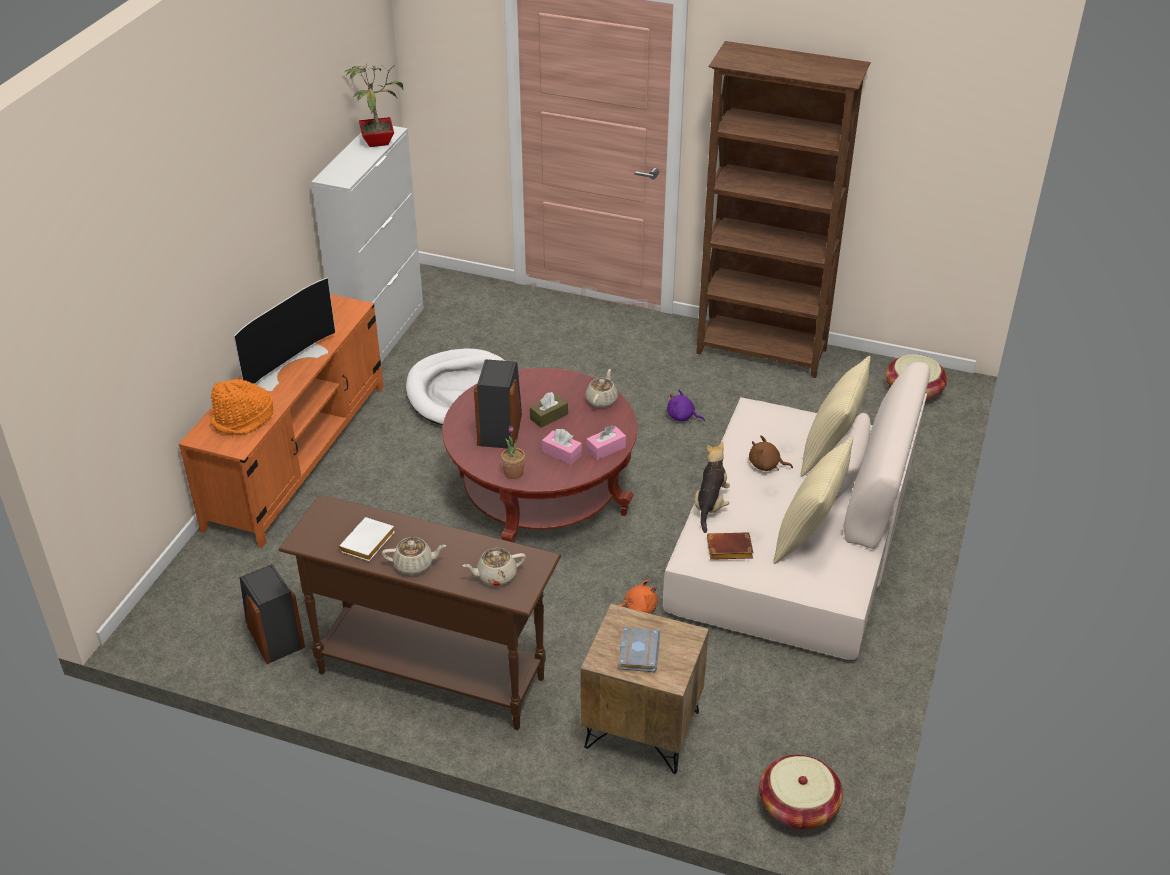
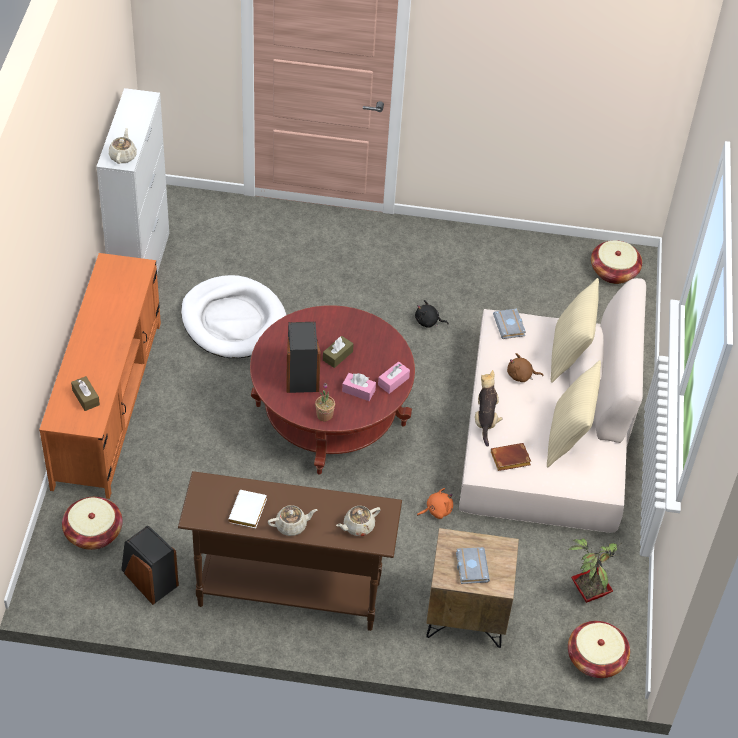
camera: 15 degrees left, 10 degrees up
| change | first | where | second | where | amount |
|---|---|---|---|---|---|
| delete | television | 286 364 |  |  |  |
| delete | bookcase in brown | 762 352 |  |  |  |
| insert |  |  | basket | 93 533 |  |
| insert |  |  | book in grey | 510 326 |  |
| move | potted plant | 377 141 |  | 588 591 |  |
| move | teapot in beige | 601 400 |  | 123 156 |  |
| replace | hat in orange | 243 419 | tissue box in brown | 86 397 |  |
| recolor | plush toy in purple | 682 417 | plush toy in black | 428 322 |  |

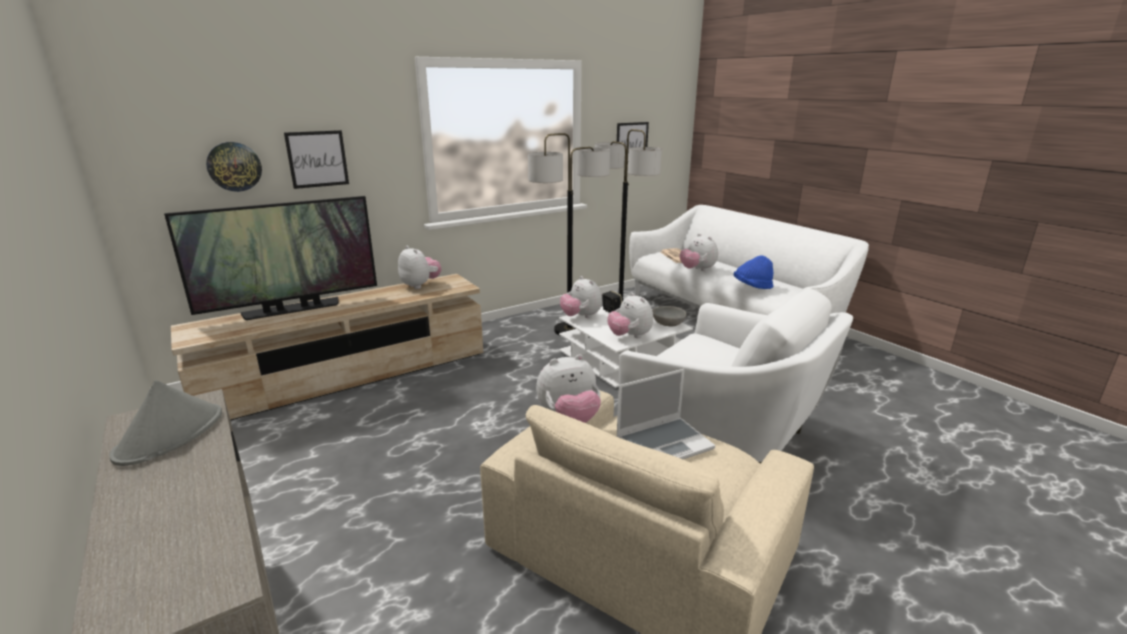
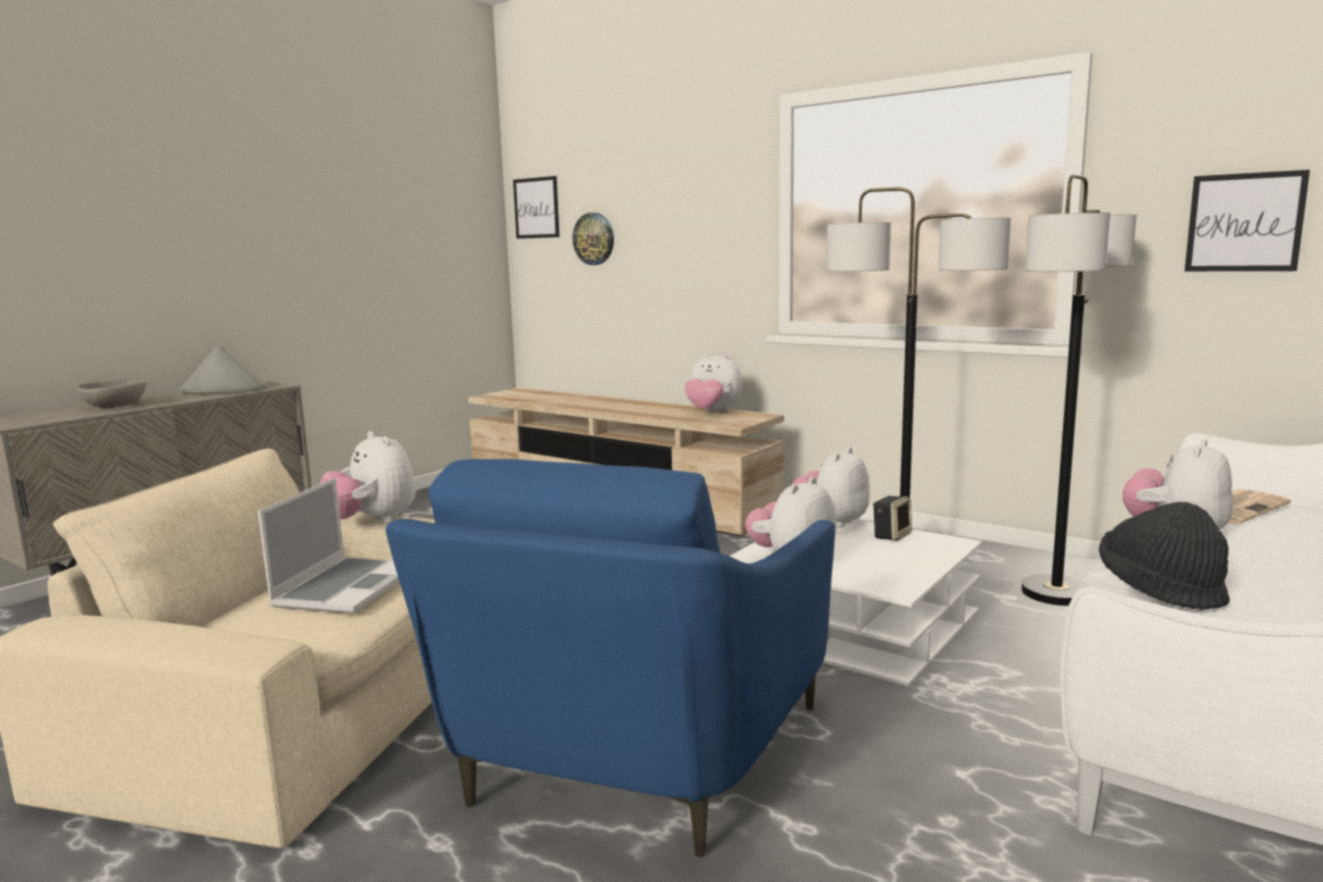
camera: 70 degrees right, 10 degrees down
| change | first | where | second | where | amount |
|---|---|---|---|---|---|
| delete | television | 292 309 |  |  |  |
| move | picture | 317 159 |  | 536 208 |  |
| move | bowl in grey | 668 324 |  | 114 407 |  |
| recolor | armchair in white | 724 435 | armchair in blue | 628 756 |  |
| recolor | hat in blue | 752 287 | hat in black | 1159 590 |  |
| rotate | plush toy | 420 285 |  | 712 412 | 90 degrees clockwise |
| rotate | laptop | 664 443 |  | 346 587 | 120 degrees counterclockwise |

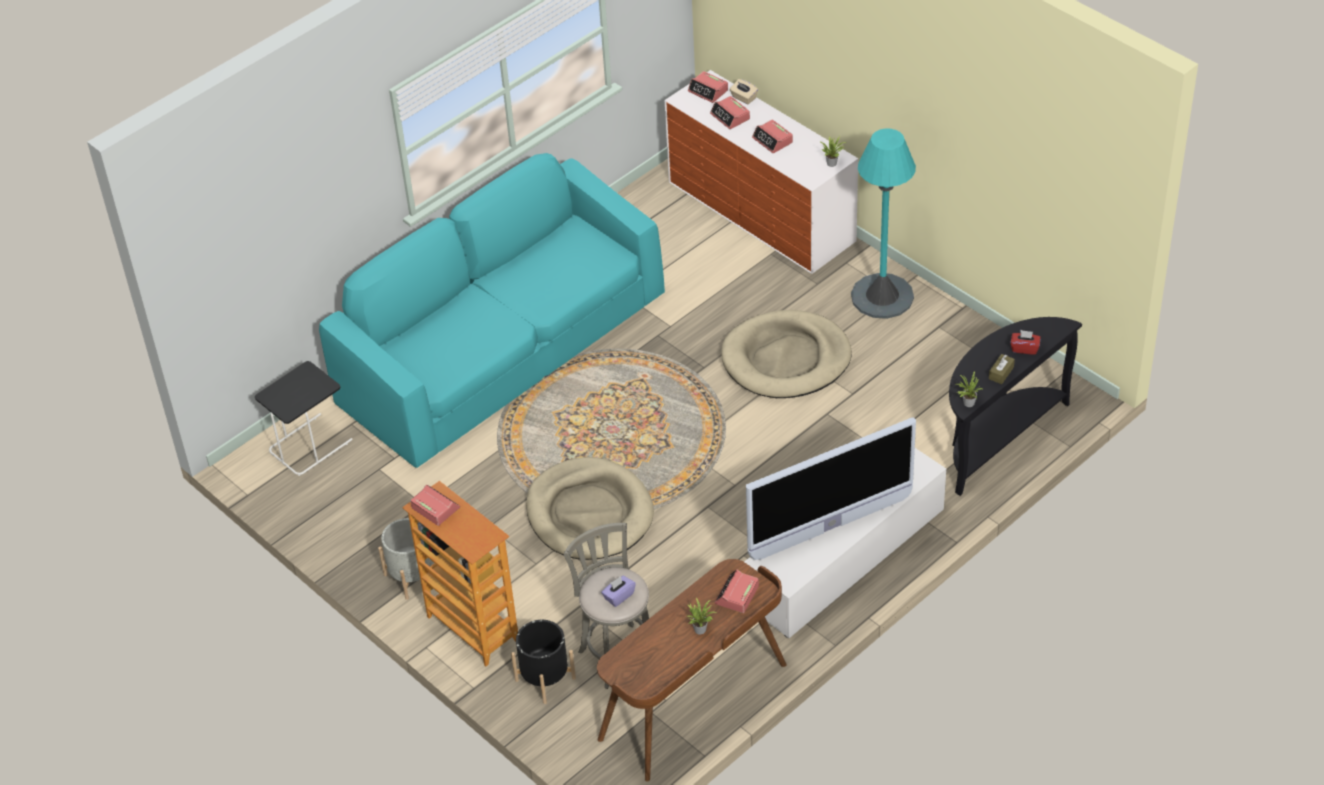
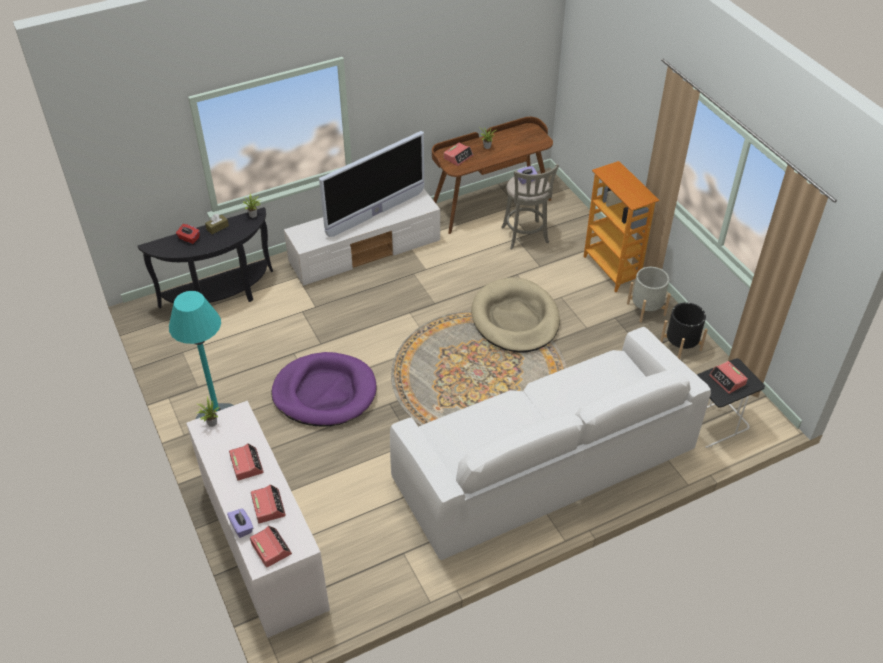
camera: 165 degrees left, 0 degrees up
| change | first | where | second | where | amount |
|---|---|---|---|---|---|
| move | alarm clock | 435 508 |  | 727 380 |  |
| move | planter in black | 545 679 |  | 680 346 |  |
| recolor | sofa in turquoise | 502 350 | sofa in white | 544 464 |  |
| recolor | dog bed in beige | 786 359 | dog bed in purple | 325 393 |  |
| recolor | tissue box in beige | 743 98 | tissue box in purple | 242 527 |  |
| rotate | television | 830 528 |  | 376 214 | 150 degrees clockwise |

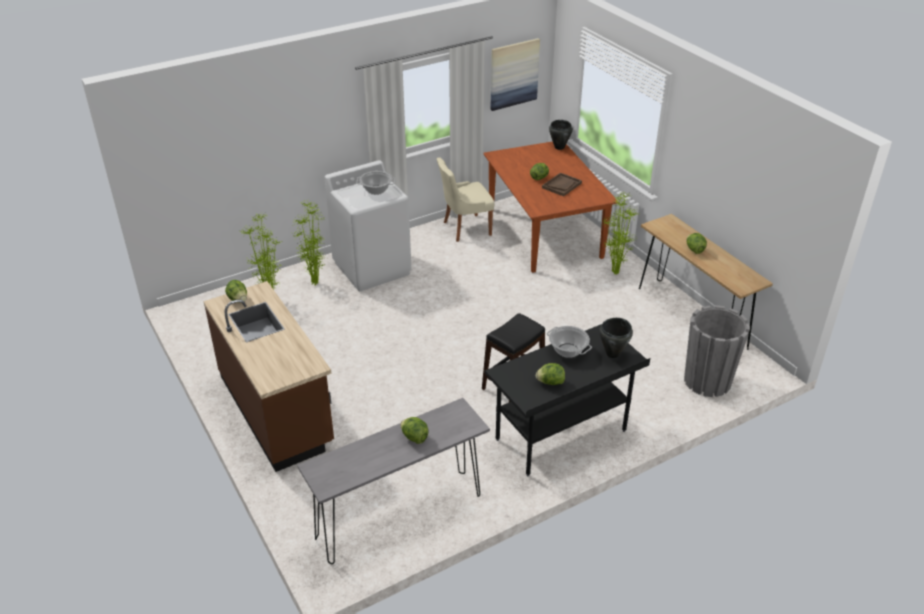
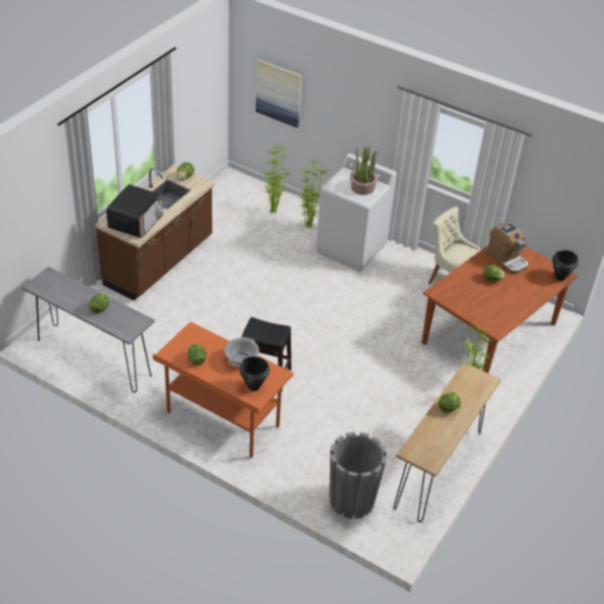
camera: 60 degrees right, 5 degrees up
| change | first | where | second | where | amount |
|---|---|---|---|---|---|
| delete | tray in brown | 561 185 |  |  |  |
| insert |  |  | microwave | 136 222 |  |
| insert |  |  | coffee machine | 506 260 |  |
| move | picture | 513 74 |  | 279 93 |  |
| replace | cooking pot | 376 190 | potted plant | 362 188 |  |
| recolor | desk in black | 561 436 | desk in orange | 222 420 |  |

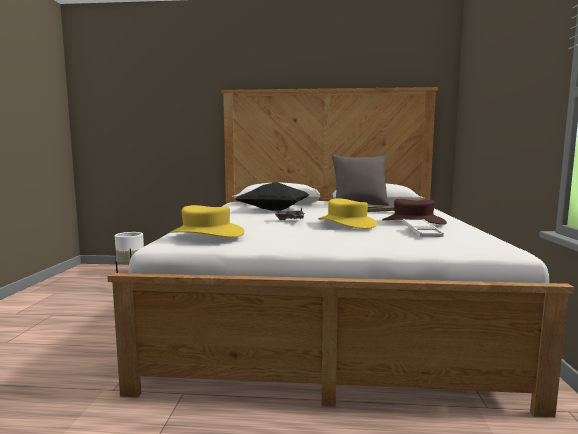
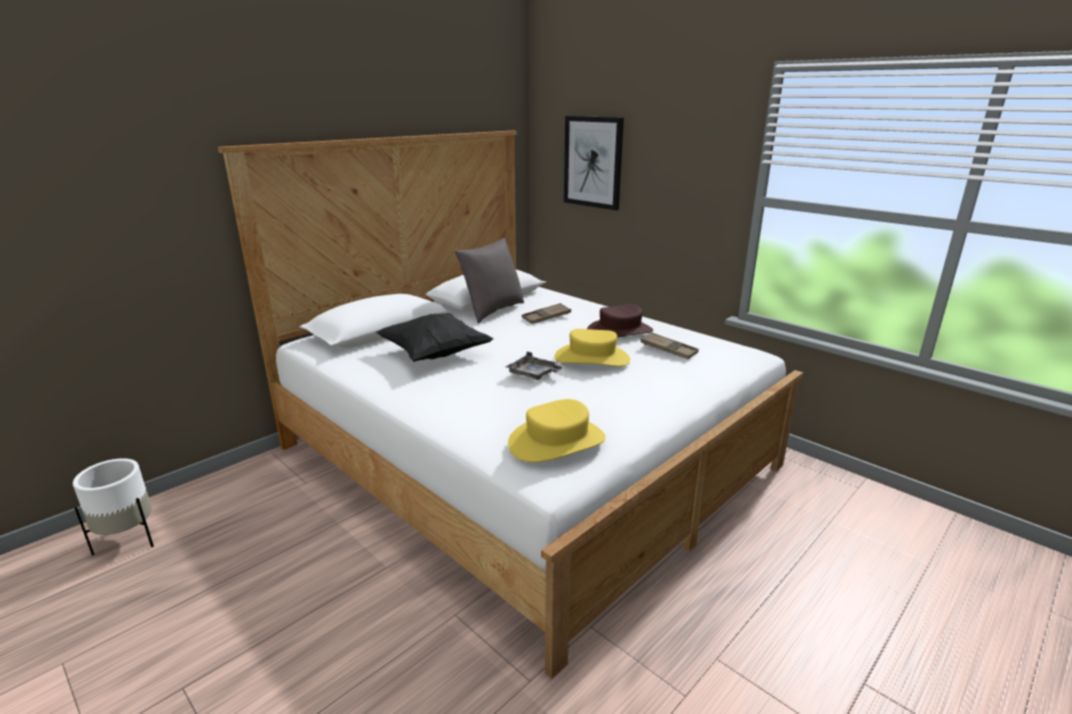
camera: 50 degrees left, 15 degrees up
| change | first | where | second | where | amount |
|---|---|---|---|---|---|
| insert |  |  | picture | 593 162 |  |
| recolor | tray in white | 421 232 | tray in brown | 668 350 |  |

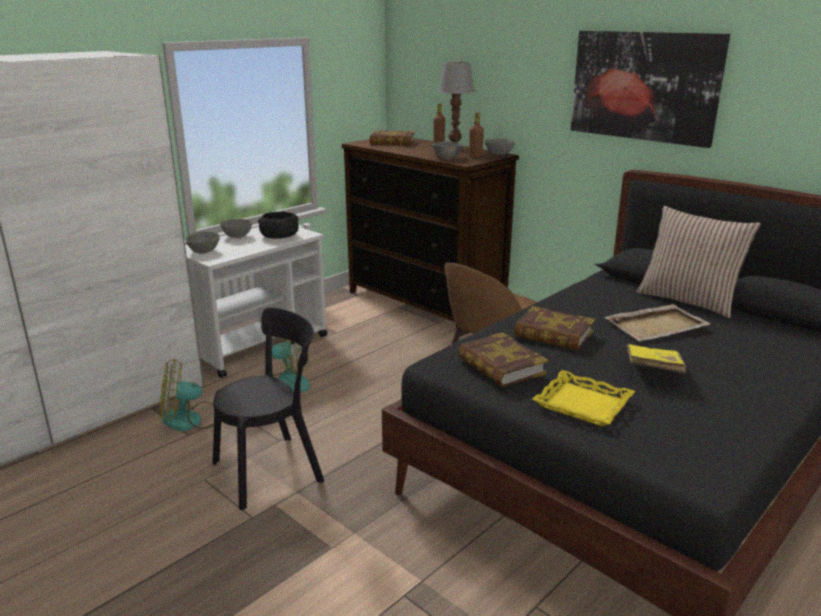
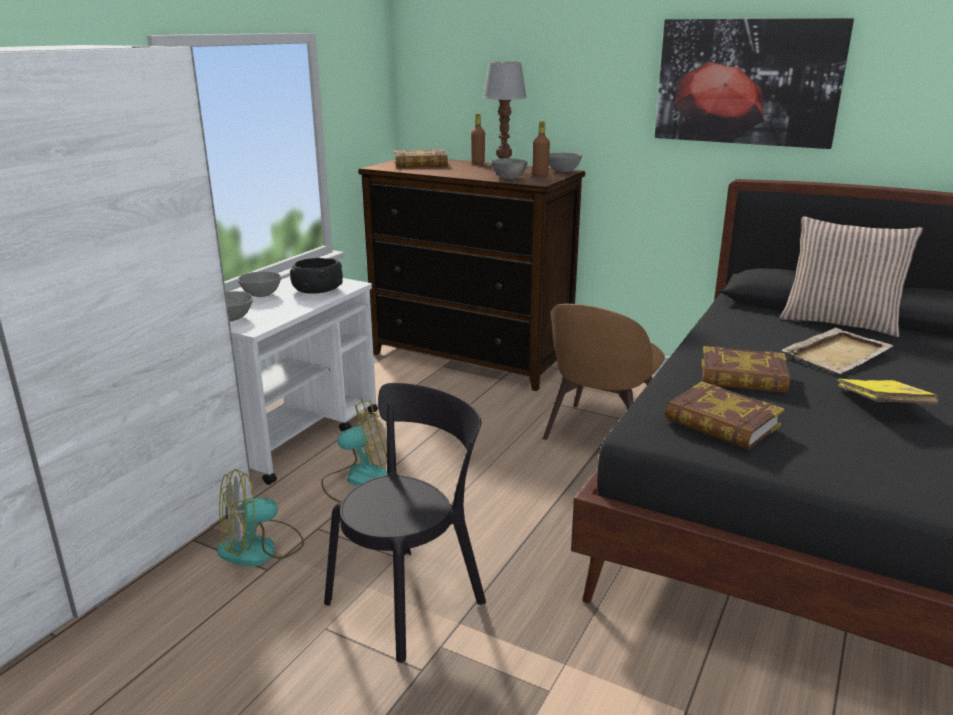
camera: 15 degrees left, 0 degrees up
| change | first | where | second | where | amount |
|---|---|---|---|---|---|
| delete | tray in yellow | 583 404 |  |  |  |

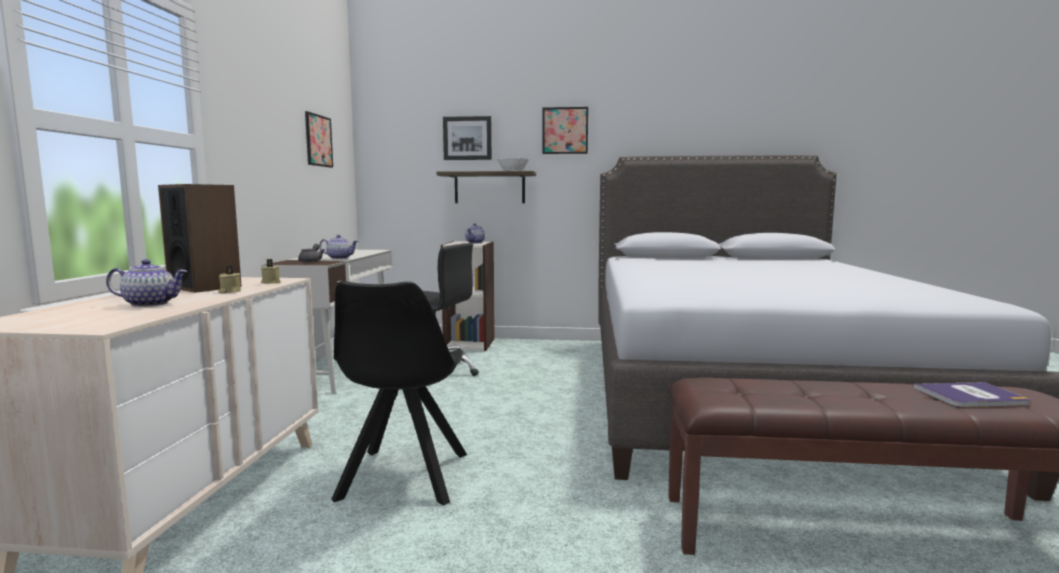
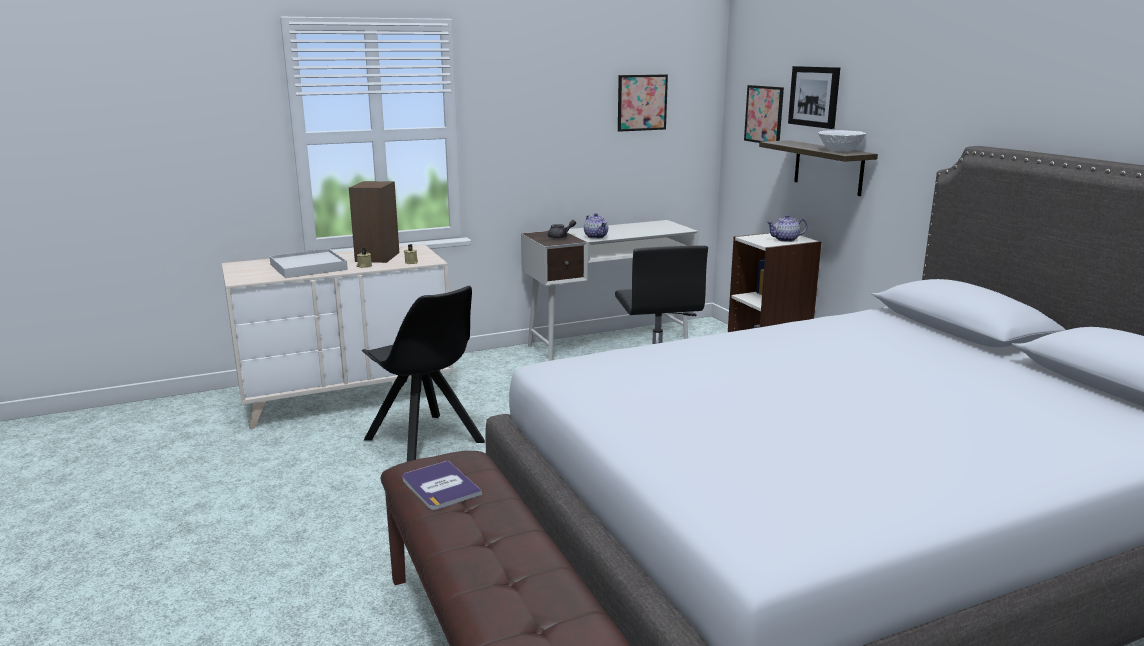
camera: 60 degrees right, 10 degrees up
| change | first | where | second | where | amount |
|---|---|---|---|---|---|
| move | picture | 565 130 |  | 764 114 |  |
| move | book | 970 396 |  | 440 486 |  |
| replace | teapot | 151 304 | tray in white | 308 267 |  |
| rotate | chair in black | 403 478 |  | 426 442 | 105 degrees counterclockwise |

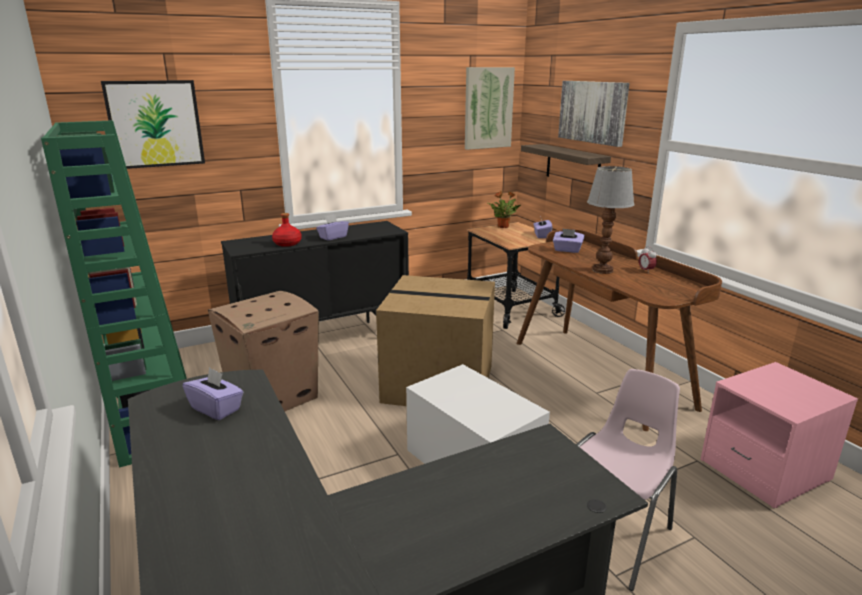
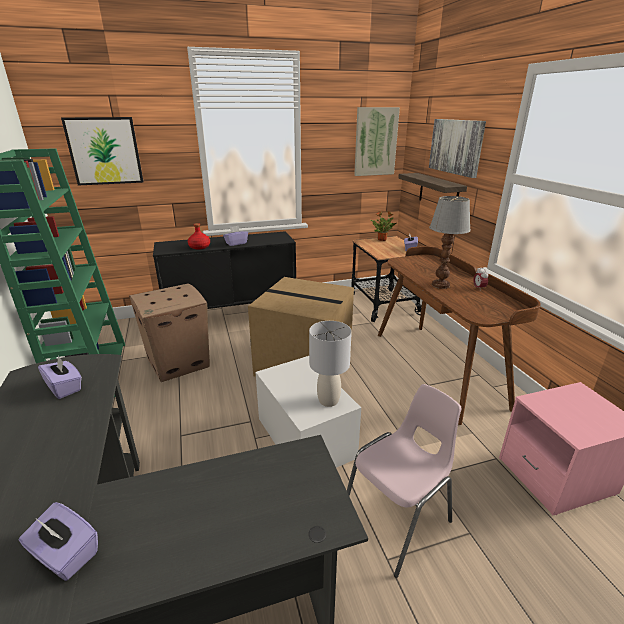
camera: 10 degrees right, 5 degrees up
| change | first | where | second | where | amount |
|---|---|---|---|---|---|
| insert |  |  | table lamp in grey | 329 400 |  |
| move | tissue box in purple | 567 250 |  | 65 555 |  |

